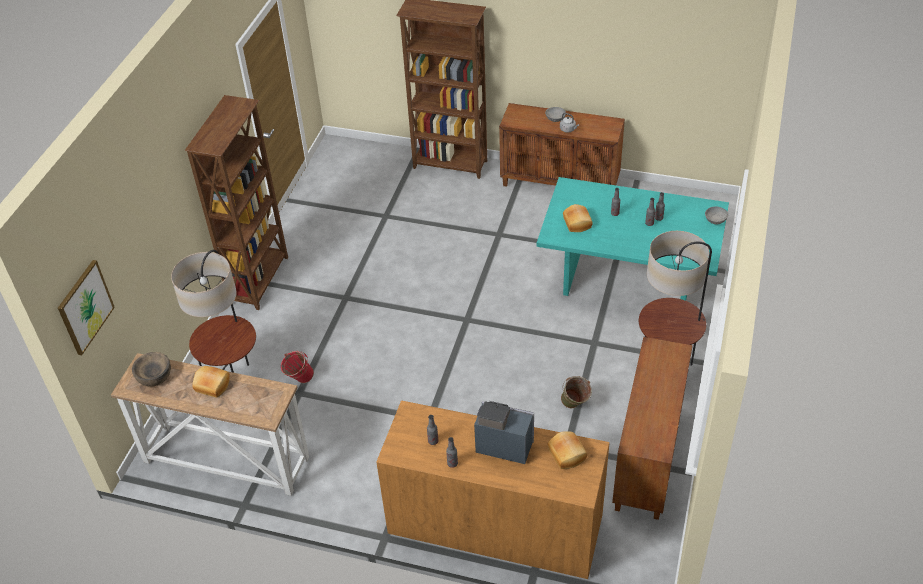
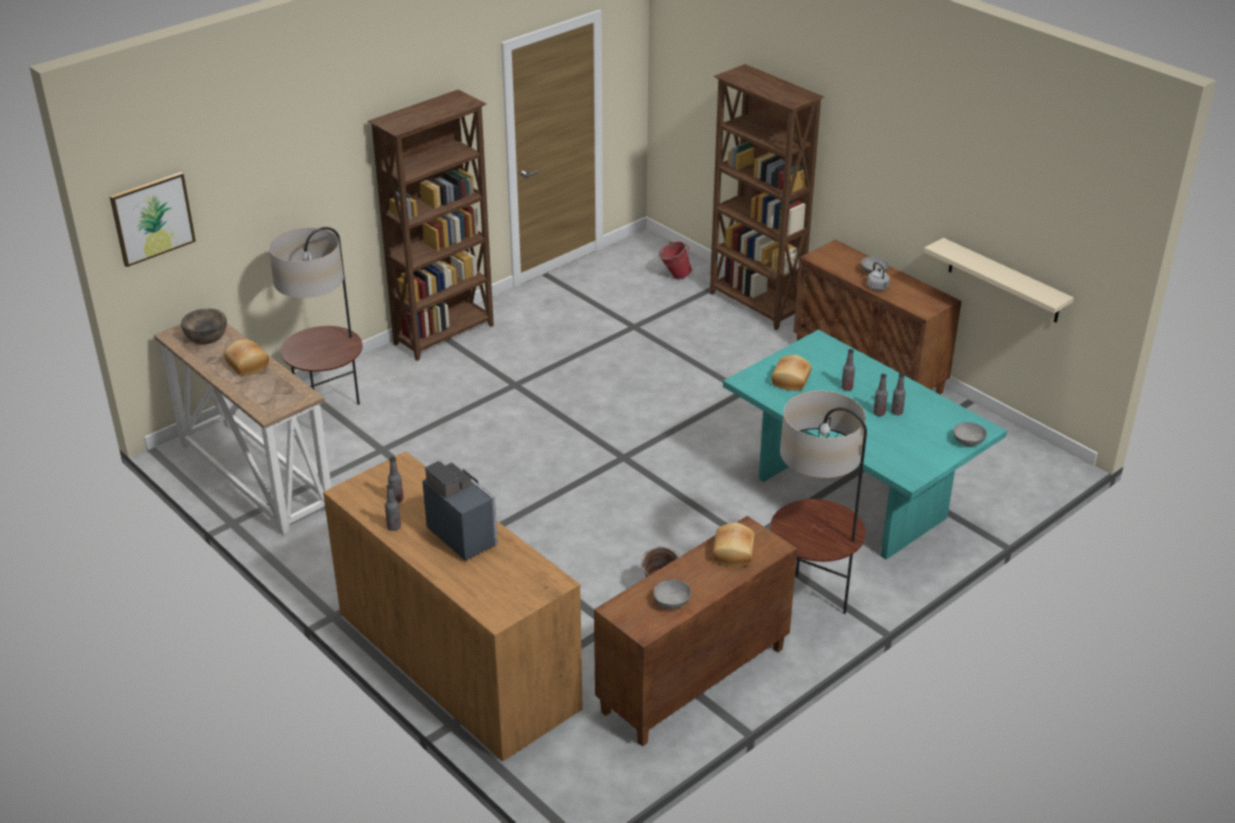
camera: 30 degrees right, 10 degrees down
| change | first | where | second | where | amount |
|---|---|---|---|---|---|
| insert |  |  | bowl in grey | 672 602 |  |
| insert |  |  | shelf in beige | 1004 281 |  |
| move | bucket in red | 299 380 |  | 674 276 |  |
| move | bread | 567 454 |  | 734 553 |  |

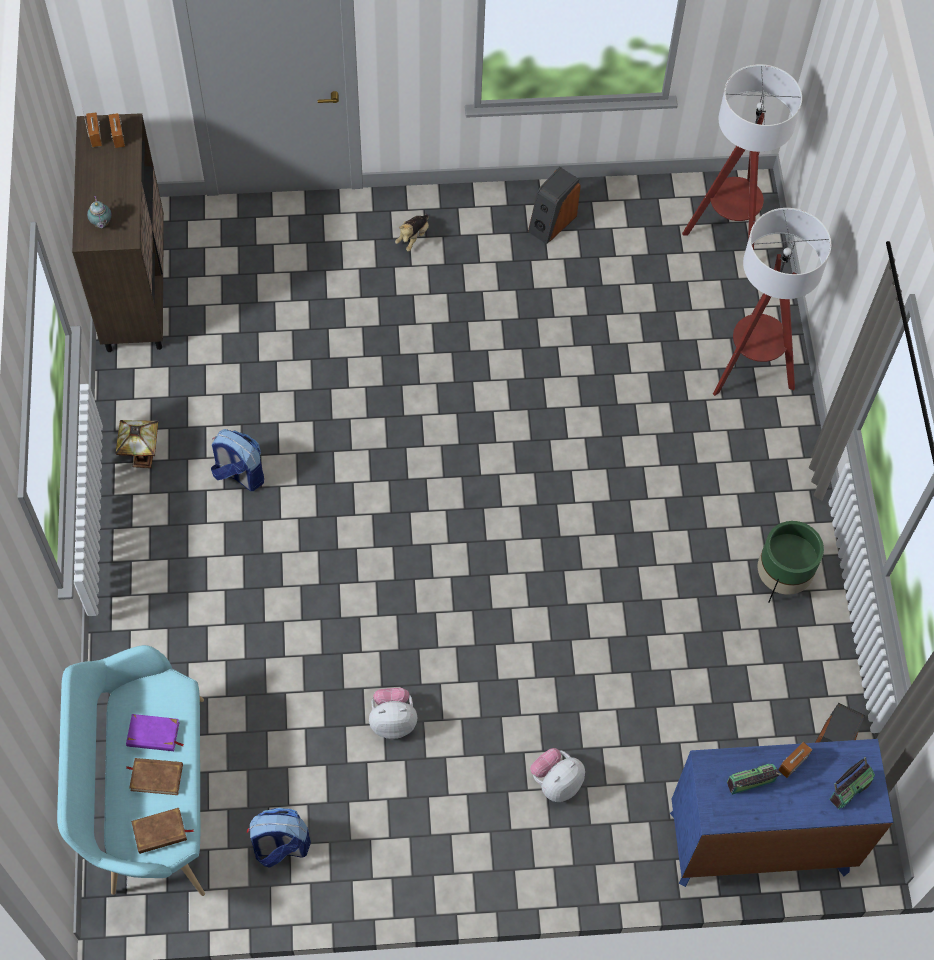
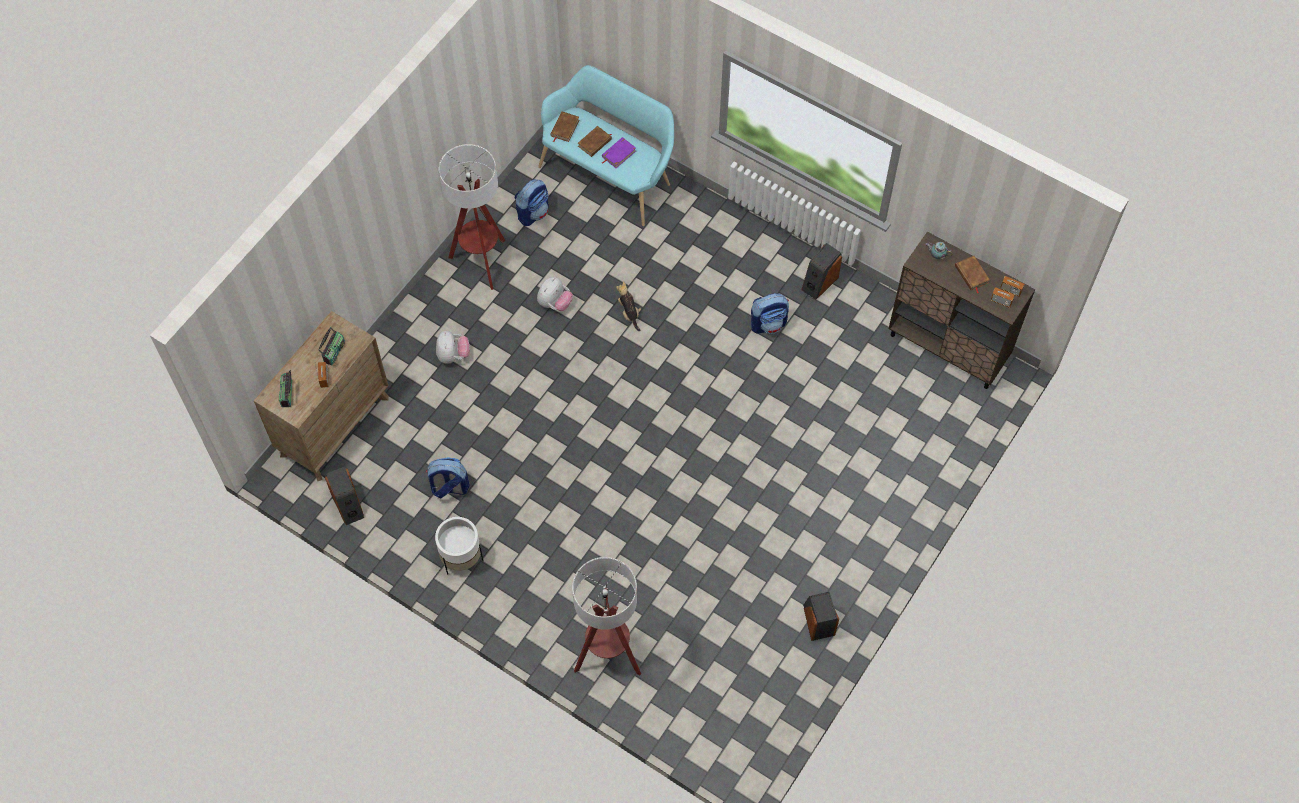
camera: 130 degrees right, 0 degrees up
| change | first | where | second | where | amount |
|---|---|---|---|---|---|
| insert |  |  | backpack | 449 487 |  |
| insert |  |  | book in brown | 971 275 |  |
| move | plush toy | 413 237 |  | 629 313 |  |
| move | floor lamp | 727 236 |  | 481 262 |  |
| replace | table lamp | 142 457 | speaker | 819 283 |  |
| recolor | dresser in blue | 758 842 | dresser in brown | 334 426 |  |
| recolor | planter in green | 781 578 | planter in white | 461 558 |  |

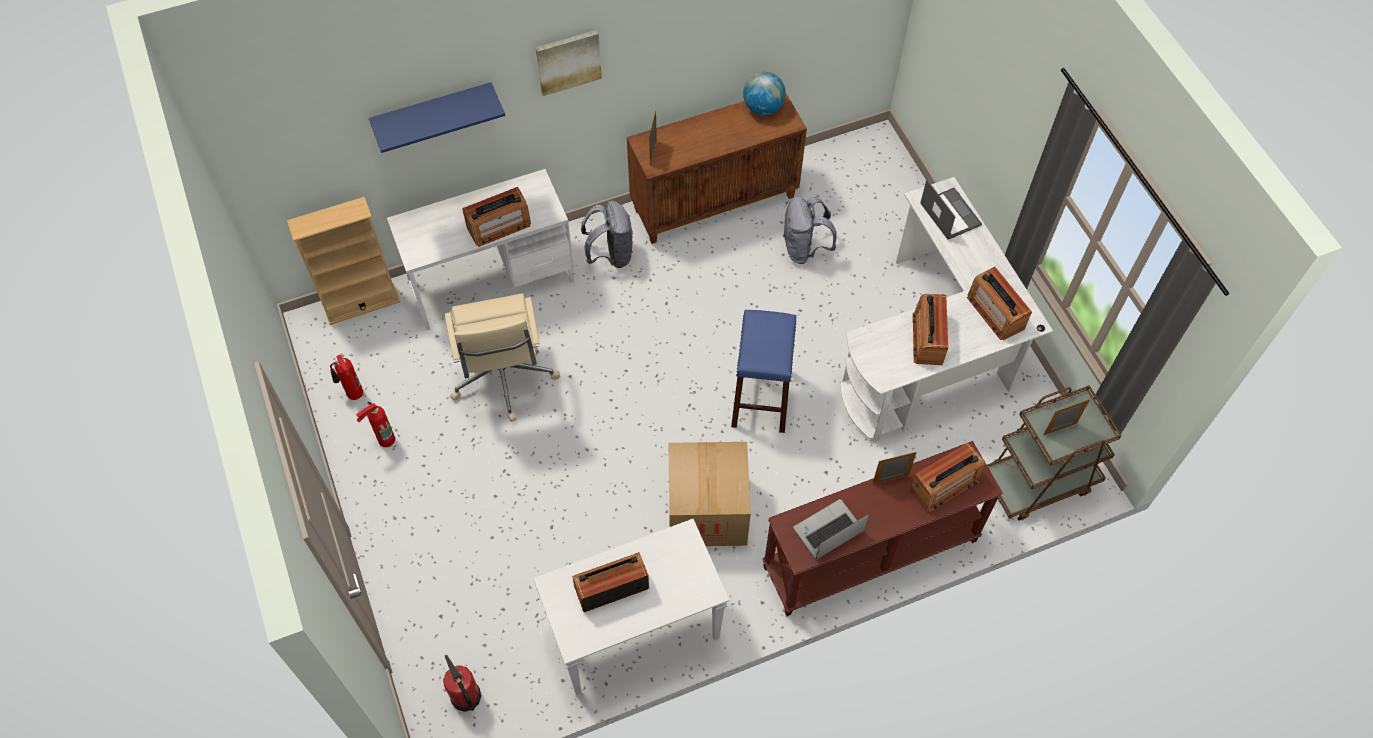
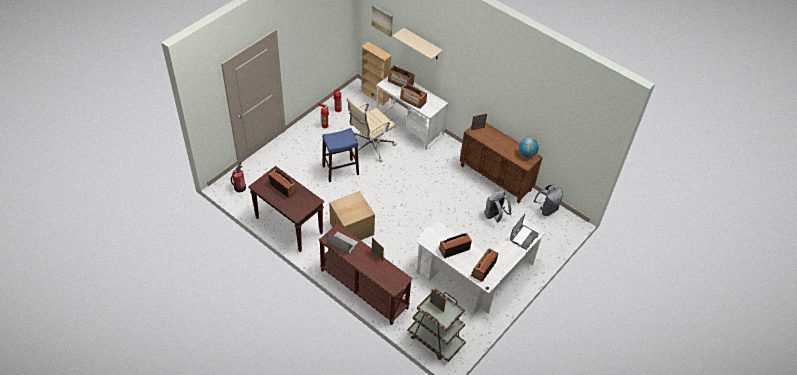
camera: 60 degrees right, 10 degrees down
| change | first | where | second | where | amount |
|---|---|---|---|---|---|
| move | picture | 568 61 |  | 382 20 |  |
| move | backpack in grey | 611 254 |  | 546 209 |  |
| move | stool in blue | 761 398 |  | 340 170 |  |
| move | radio | 944 485 |  | 400 82 |  |
| recolor | shelf in blue | 433 112 | shelf in beige | 422 44 |  |
| recolor | console table in white | 633 633 | console table in brown | 288 225 |  |

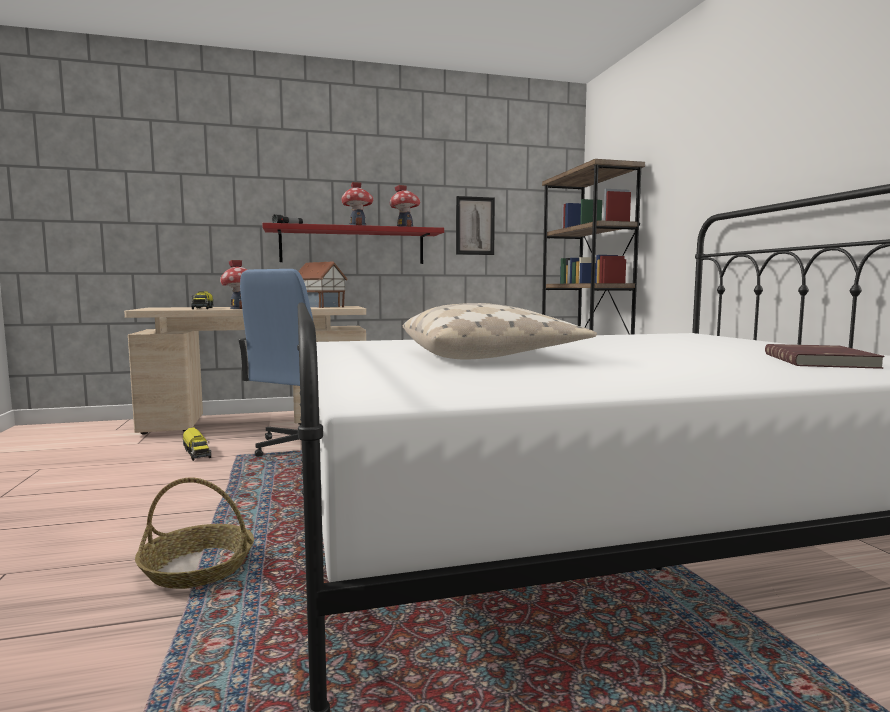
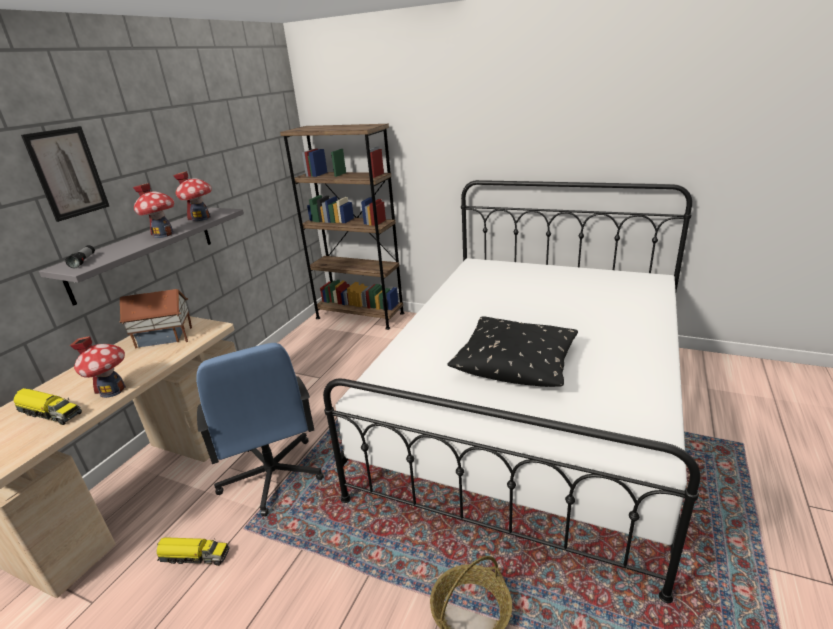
camera: 50 degrees left, 20 degrees up
| change | first | where | second | where | amount |
|---|---|---|---|---|---|
| delete | book in red | 821 360 |  |  |  |
| move | picture | 475 226 |  | 68 173 |  |
| recolor | shelf in red | 353 246 | shelf in grey | 144 252 |  |
| recolor | pillow in beige | 490 356 | pillow in black | 515 362 |  |

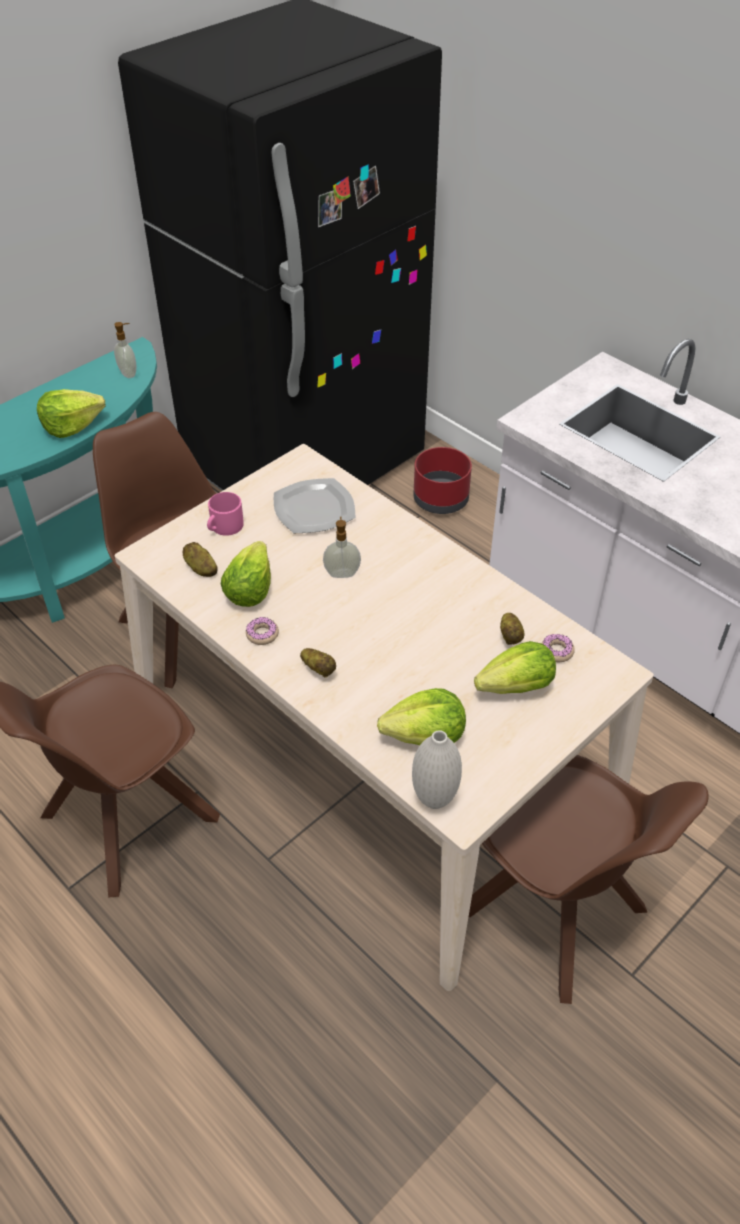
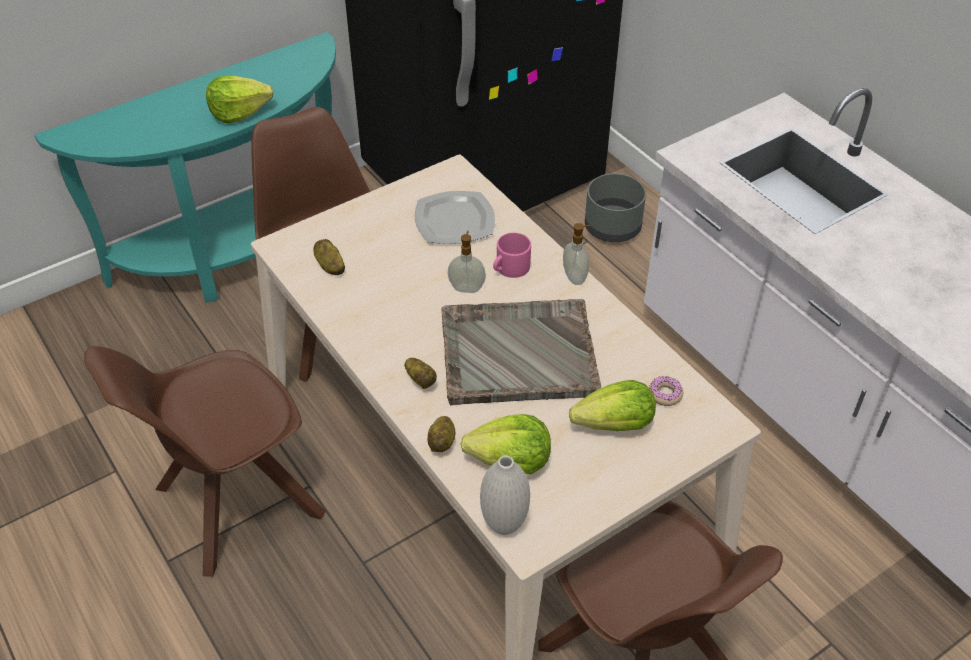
camera: 10 degrees right, 0 degrees up
| change | first | where | second | where | amount |
|---|---|---|---|---|---|
| delete | lettuce | 249 590 |  |  |  |
| delete | donut | 262 634 |  |  |  |
| insert |  |  | tray in grey | 516 353 |  |
| move | soap dispenser | 129 373 |  | 575 277 |  |
| move | mug in pink | 224 527 |  | 509 268 |  |
| move | potato | 511 636 |  | 442 442 |  |
| recolor | planter in red | 441 500 | planter in grey | 612 228 |  |

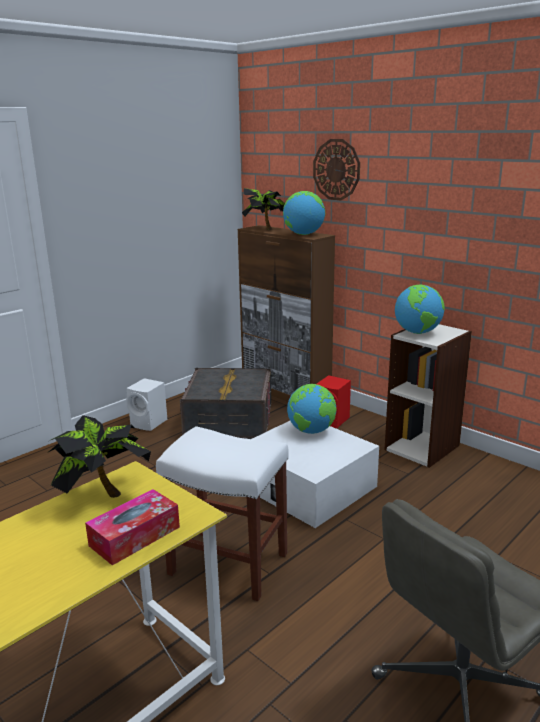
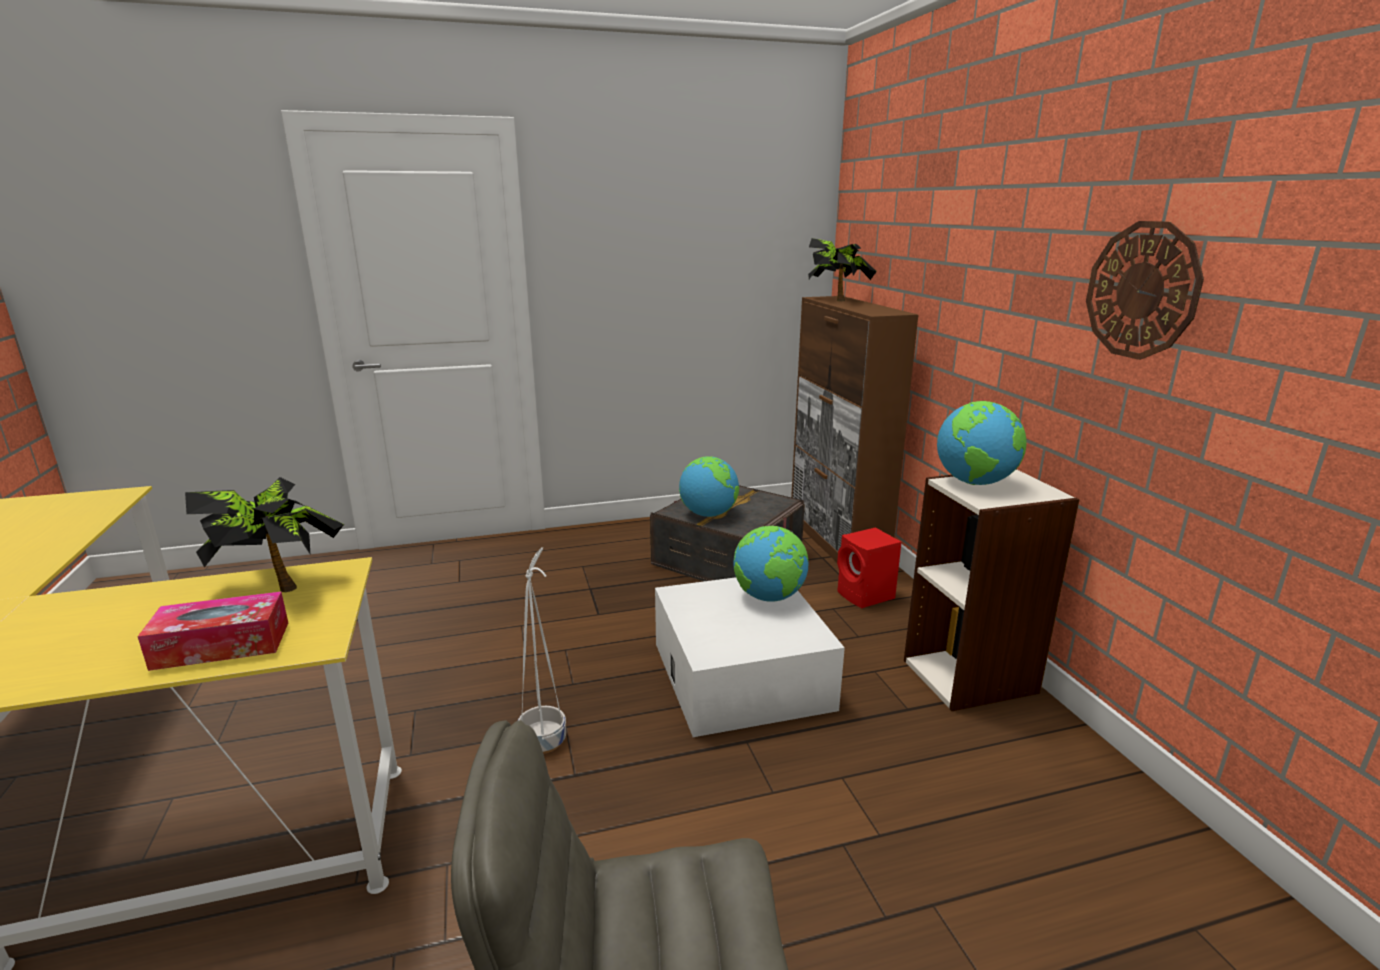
camera: 30 degrees right, 0 degrees up
| change | first | where | second | where | amount |
|---|---|---|---|---|---|
| delete | speaker in white | 149 423 |  |  |  |
| move | globe | 303 234 |  | 708 514 |  |
| move | wall clock | 336 169 |  | 1142 290 |  |
| replace | stool in white | 230 563 | planter in white | 544 741 |  |

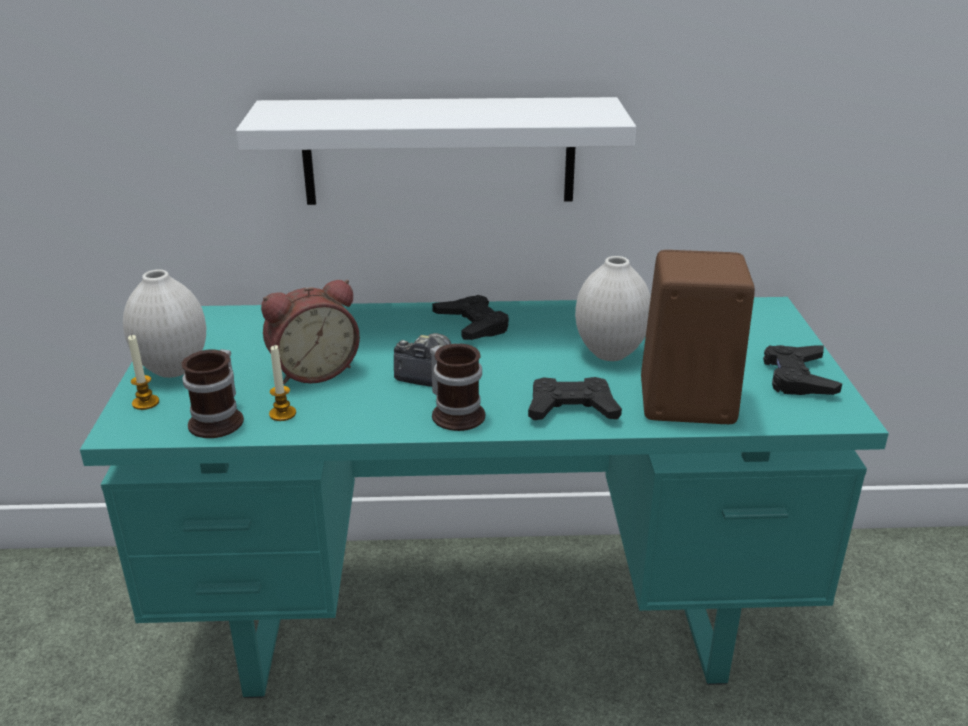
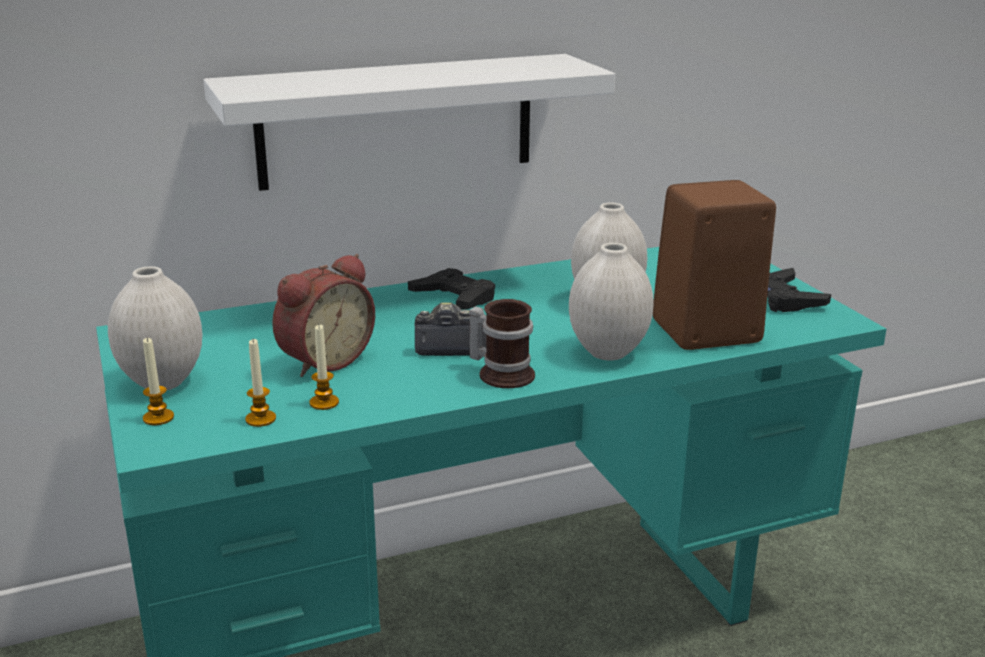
camera: 20 degrees left, 5 degrees down
| change | first | where | second | where | amount |
|---|---|---|---|---|---|
| replace | mug | 221 420 | candle | 260 419 |  |
| replace | game controller in black | 571 408 | vase in white | 608 352 |  |

